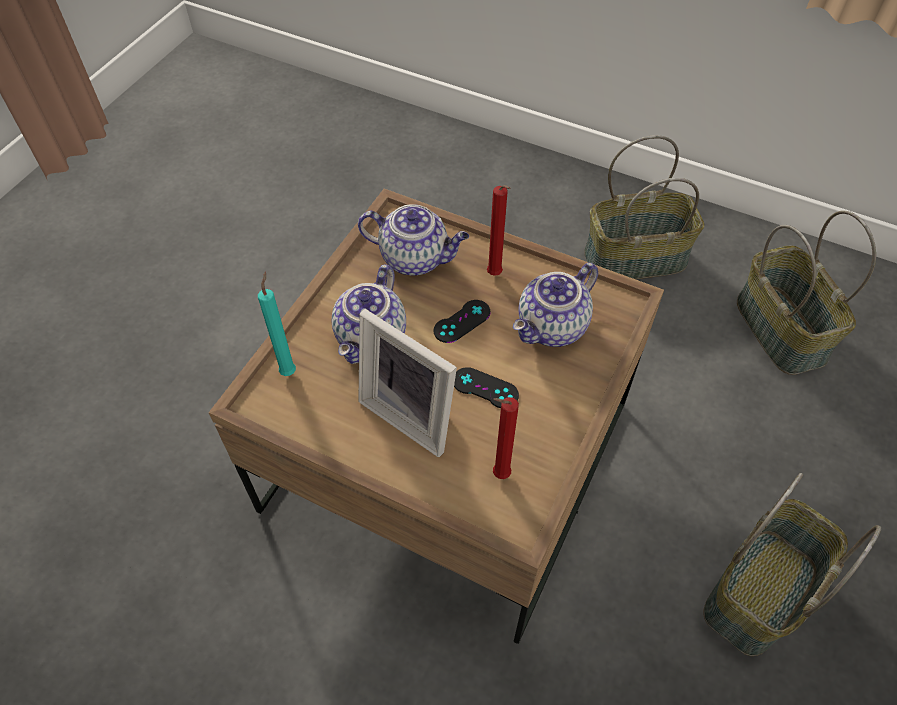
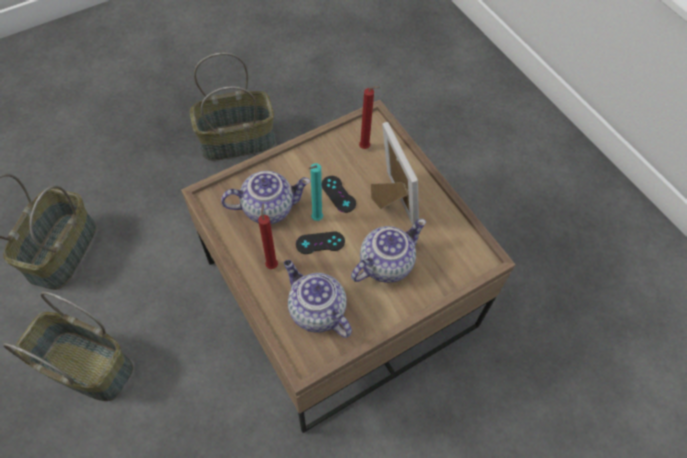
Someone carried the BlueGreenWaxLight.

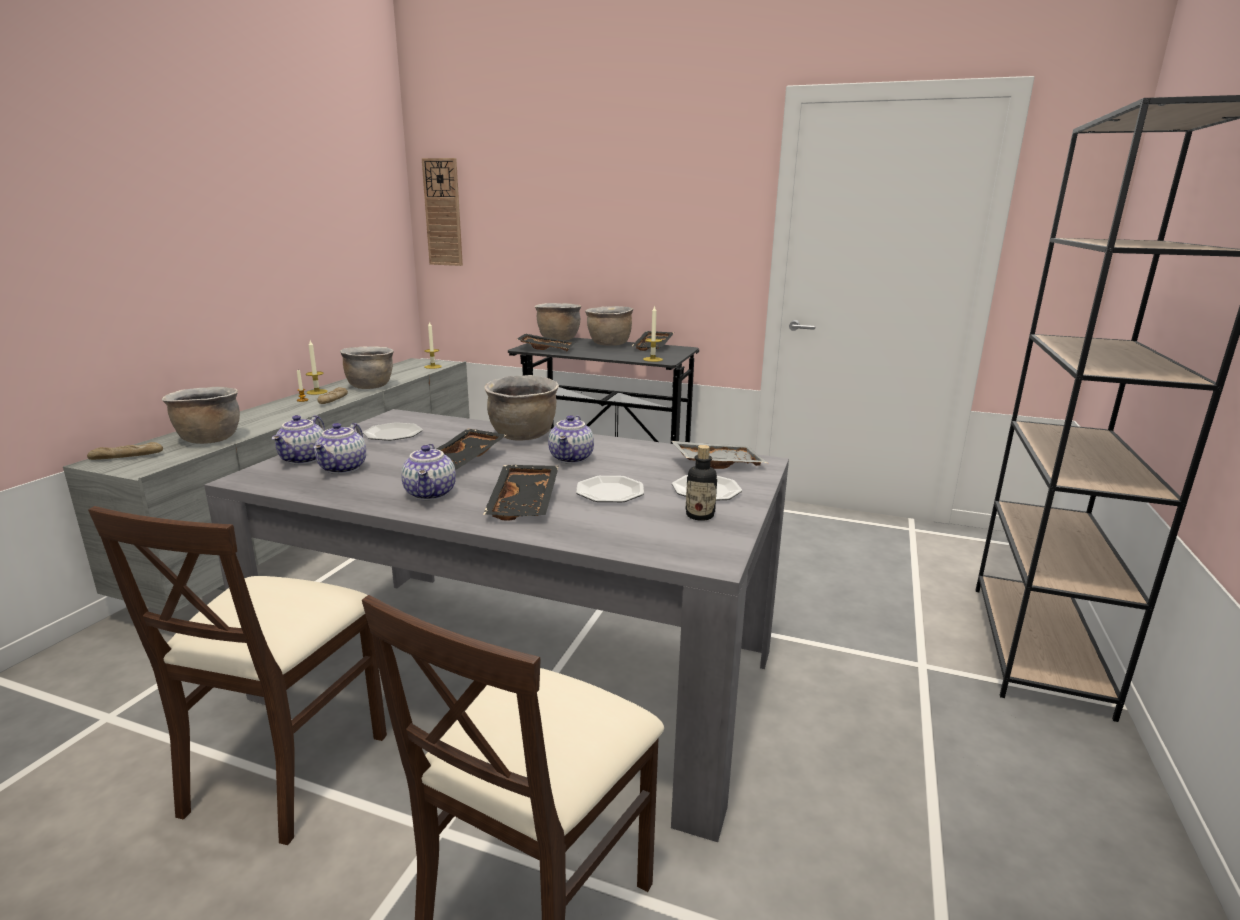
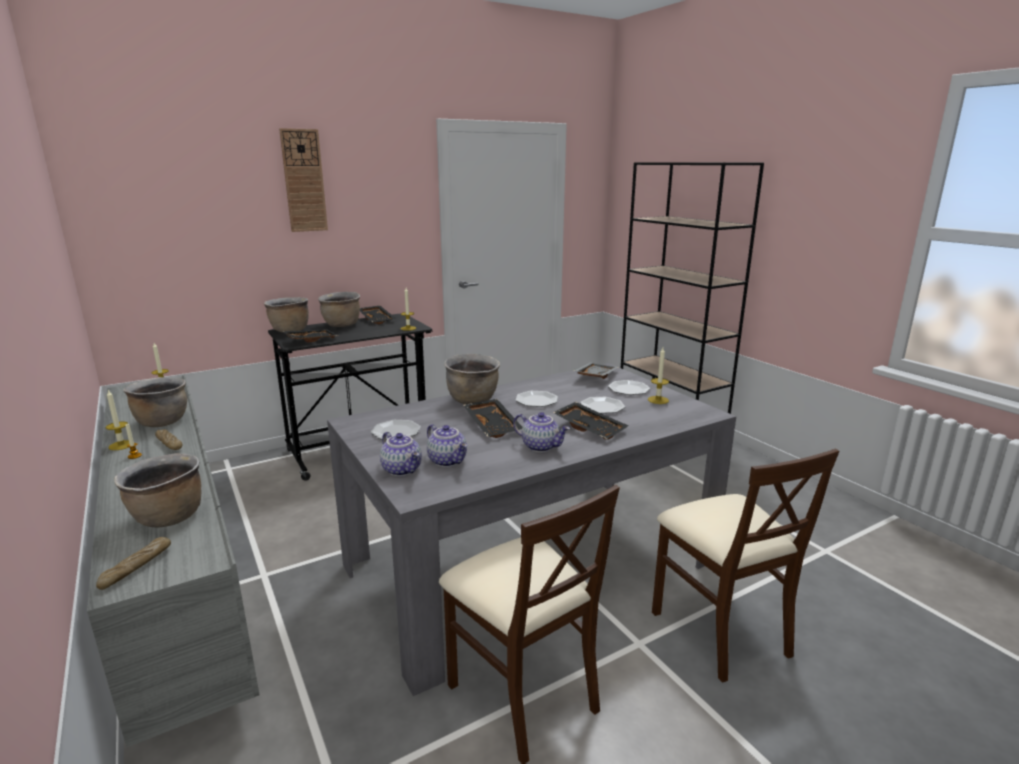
Someone carried the WallClock.
Someone swapped the PotForTea (4th from left) for the FlatDish (2nd from left).
Someone swapped the BeverageBottle for the WaxLight (5th from left).

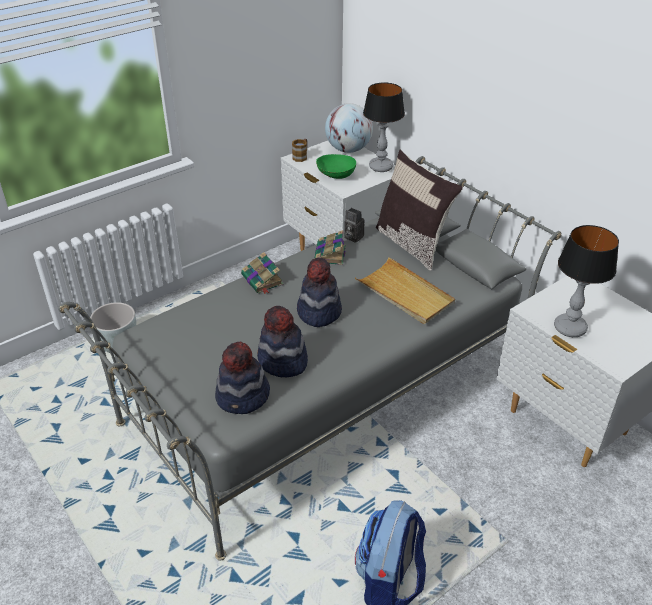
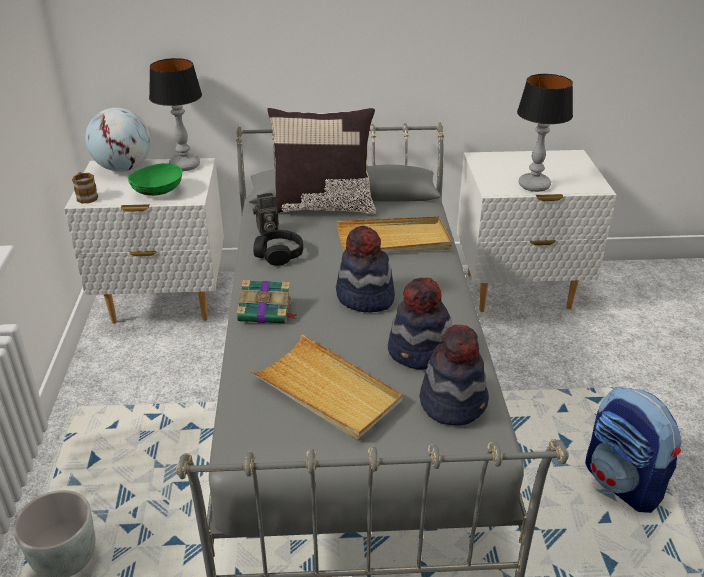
Someone swapped the Book (2nd from left) for the BlackColouredHeadphones.
Someone put down the BeigeColouredTray (1st from left).

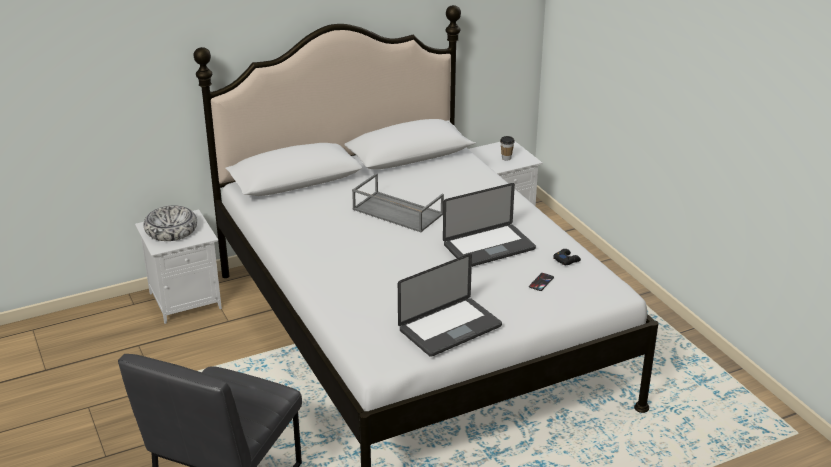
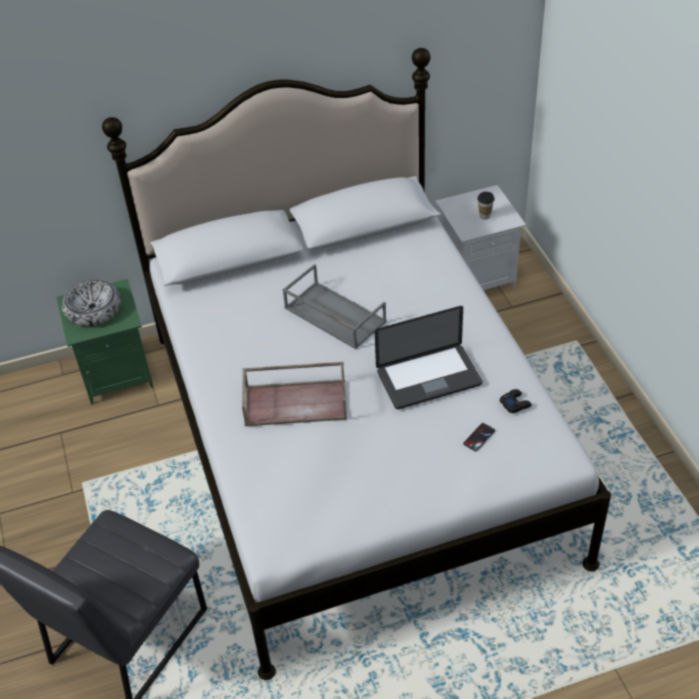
Someone repainted the GreyishNightTable (1st from left), which became the GreenishNightTable.
Someone took away the NotebookComputer (1st from left).
Someone put down the BrownColouredTray.

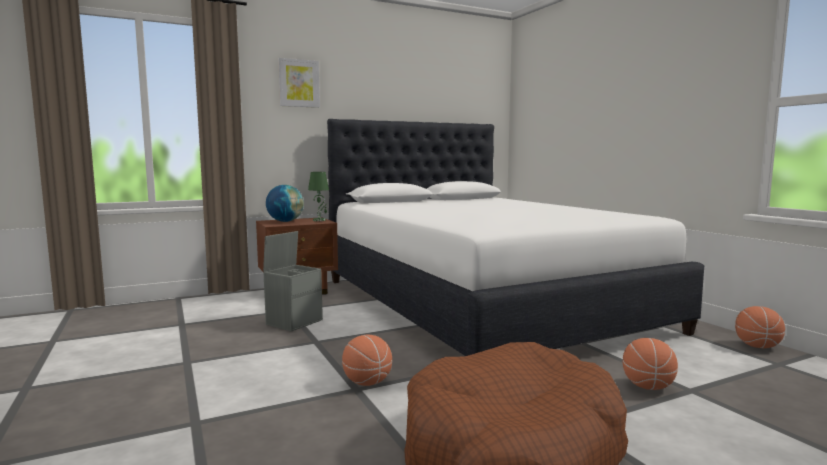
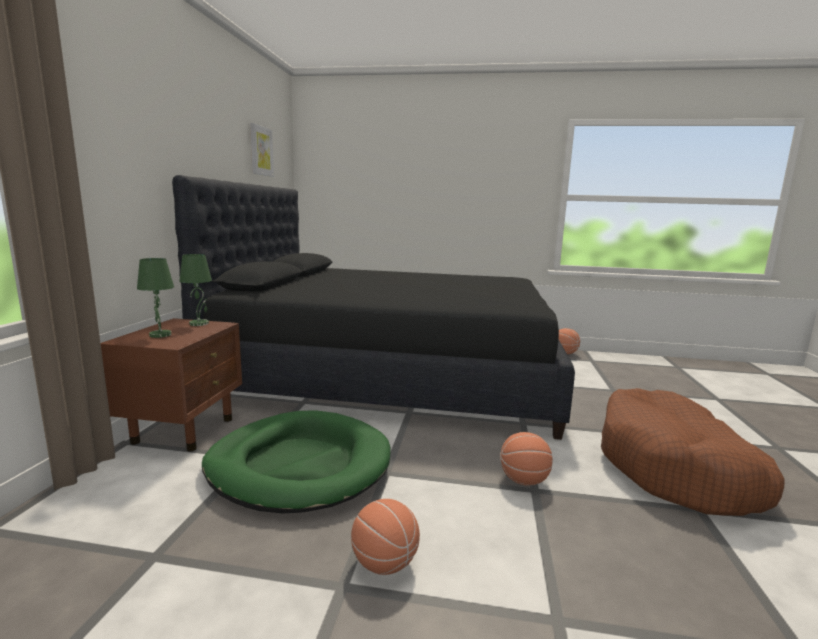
Someone carried the Picture.
Someone repainted the WhitishBed, which became the BlackColouredBed.
Someone swapped the Globe for the GreenishLampForATable (1st from left).
Someone swapped the GreyishStorageBox for the GreenishDogBed.
Someone carried the Basketball (2nd from left in the first image).

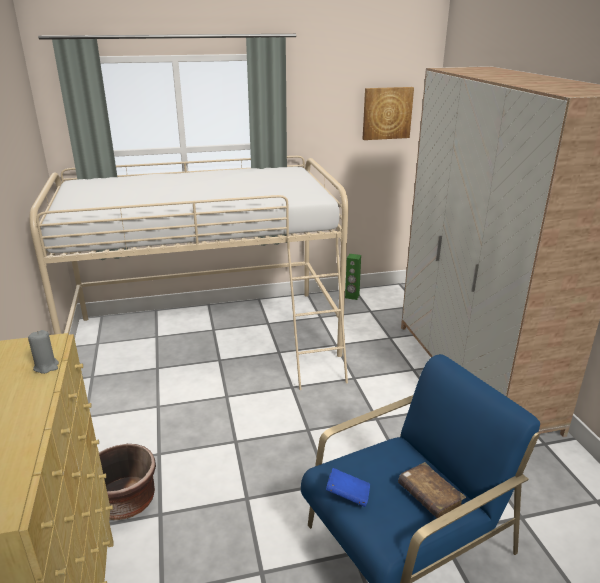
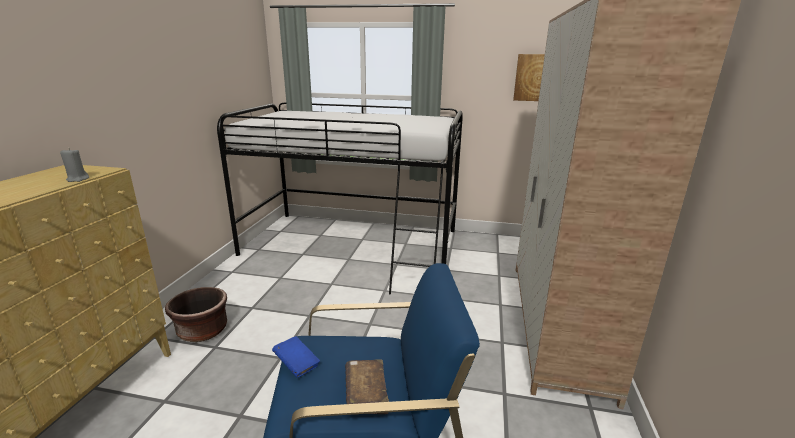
Someone repainted the BeigeColouredBed, which became the BlackColouredBed.
Someone took away the GreenishAudioSpeaker.

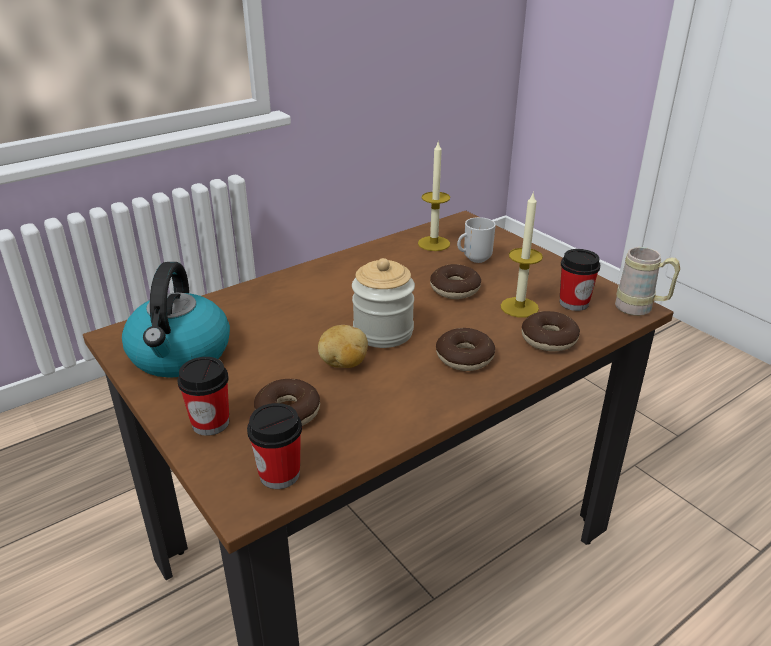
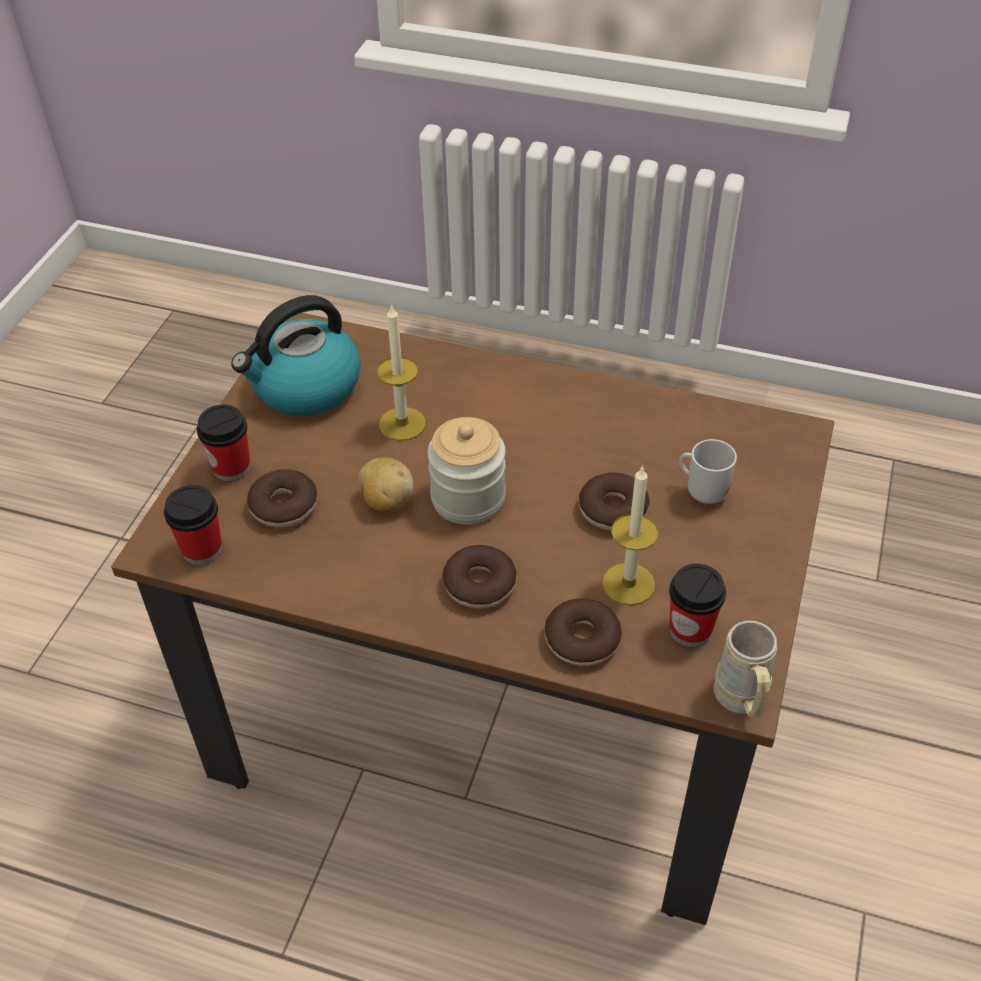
Someone carried the WaxLight (1st from left).

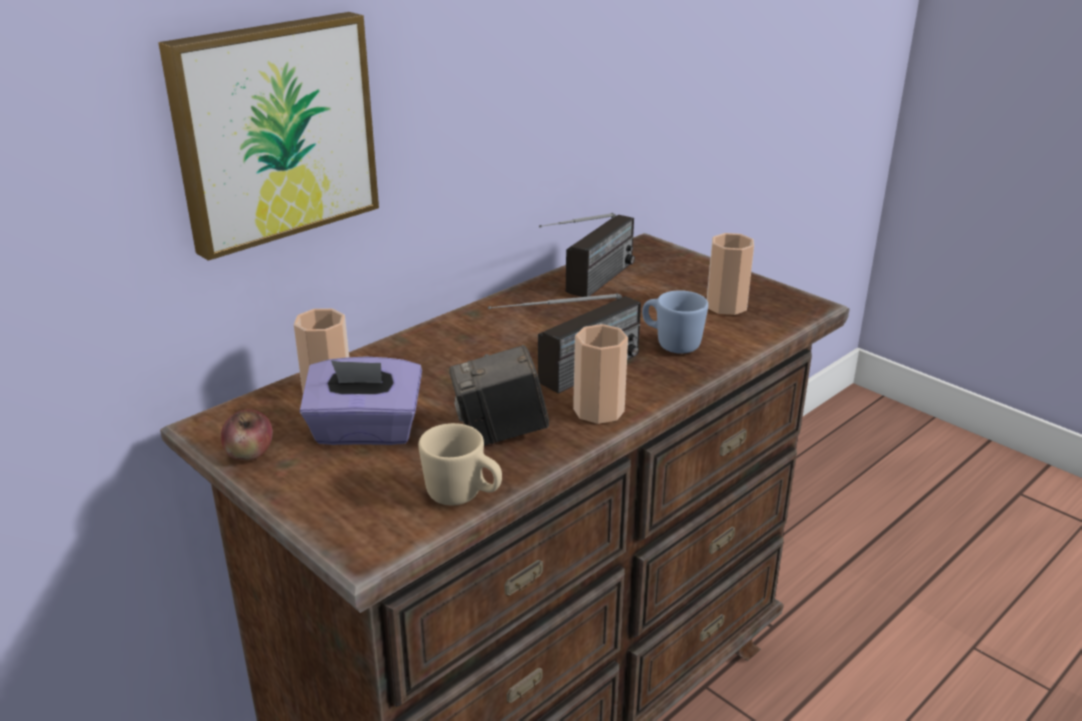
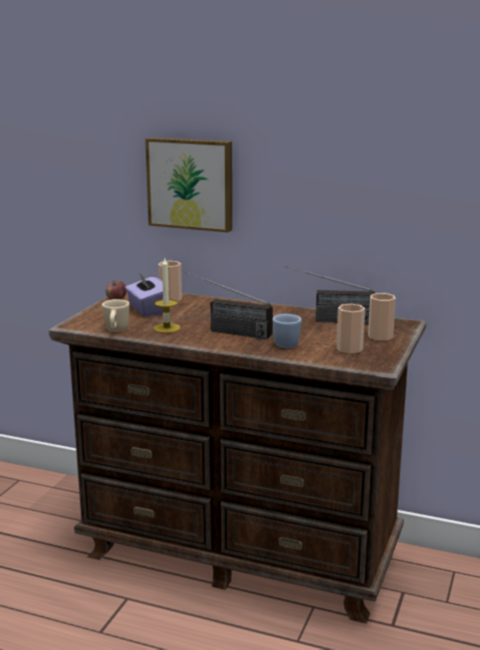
Someone carried the Cup (2nd from left in the first image).
Someone swapped the PhotoCamera for the WaxLight.

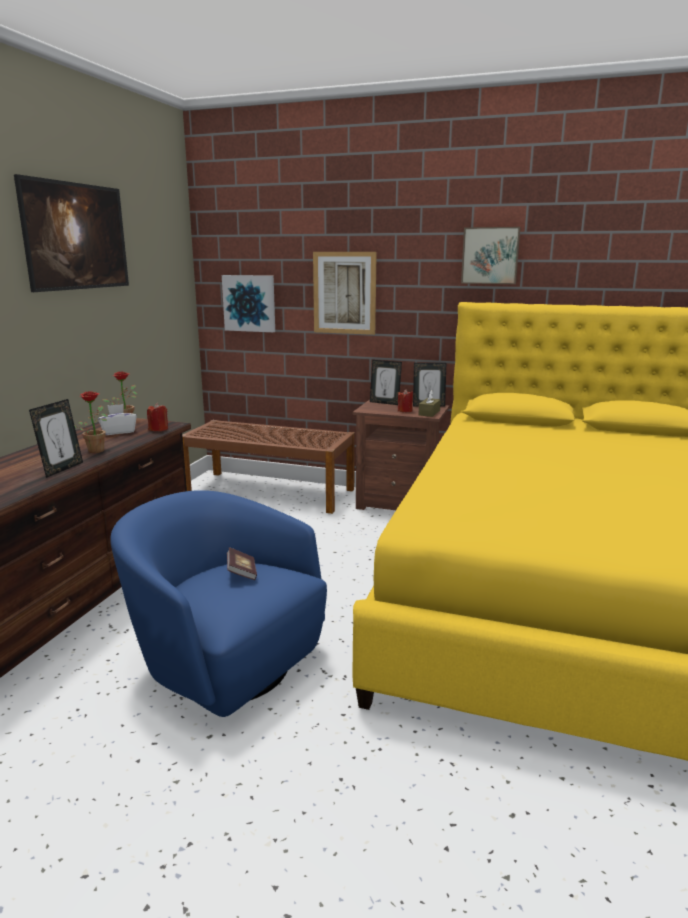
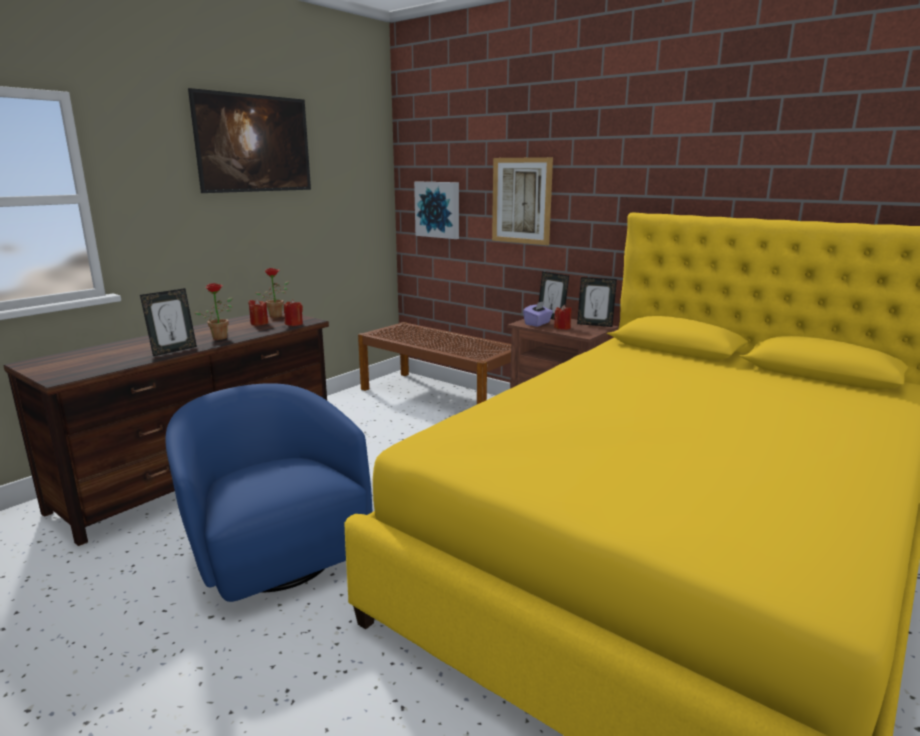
Someone took away the Picture (4th from left).
Someone took away the BrownColouredTissueHolder.
Someone swapped the WhitishTissueHolder for the RedColouredWaxLight (1st from left).
Someone took away the Book.
Someone put down the PurpleColouredTissueHolder.

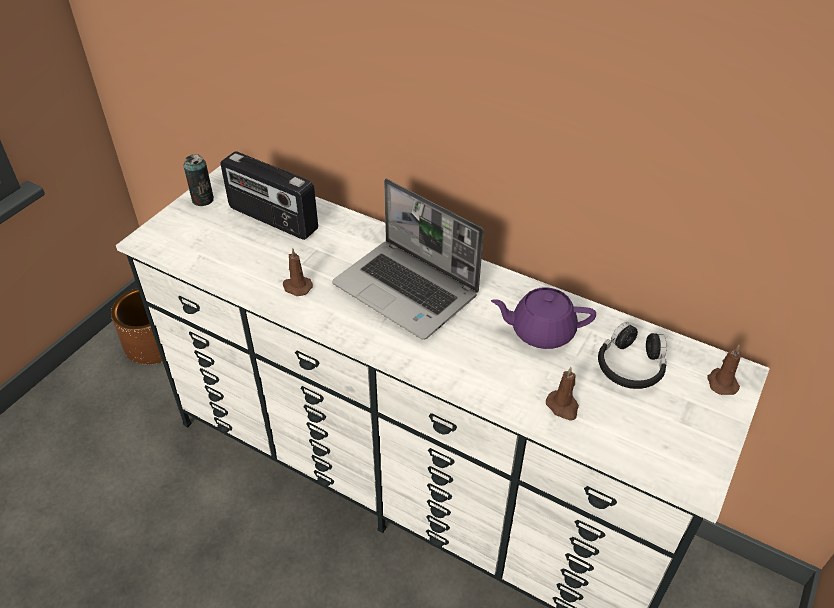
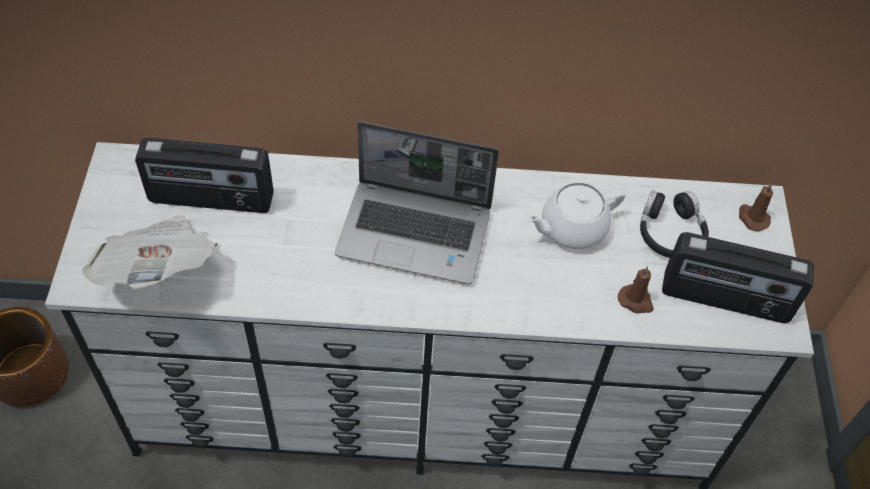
Someone took away the SealedCan.
Someone took away the BrownColouredWaxLight (1st from left).
Someone repainted the PurpleColouredPotForTea, which became the WhitishPotForTea.
Someone put down the DailyPaper.
Someone put down the RadioSet (2nd from left).

